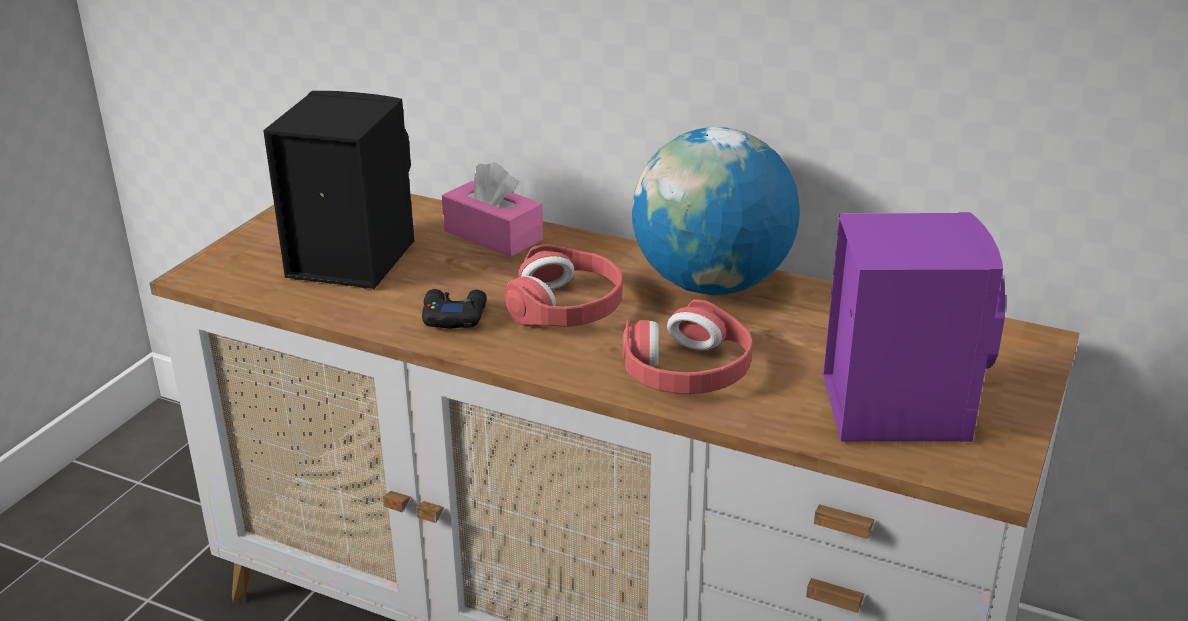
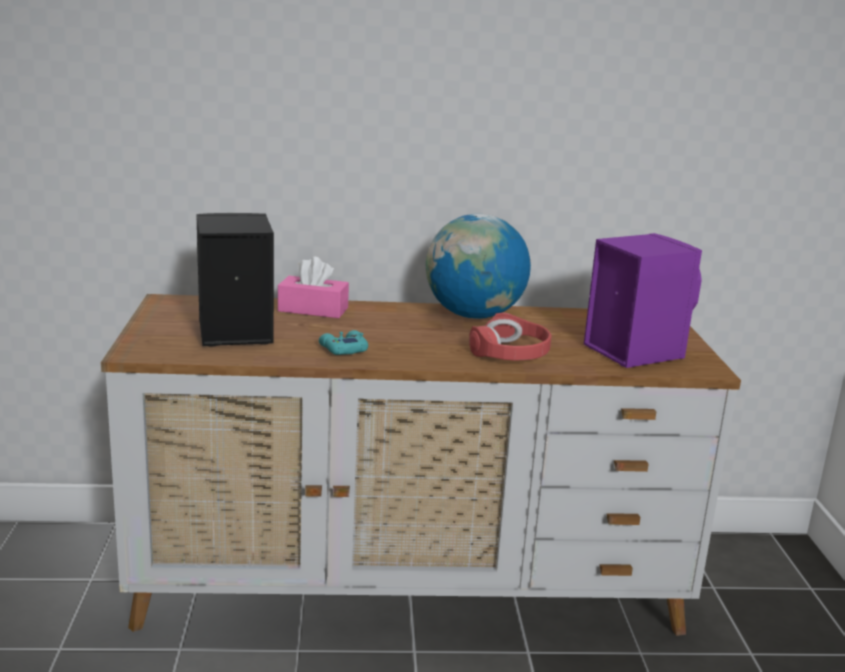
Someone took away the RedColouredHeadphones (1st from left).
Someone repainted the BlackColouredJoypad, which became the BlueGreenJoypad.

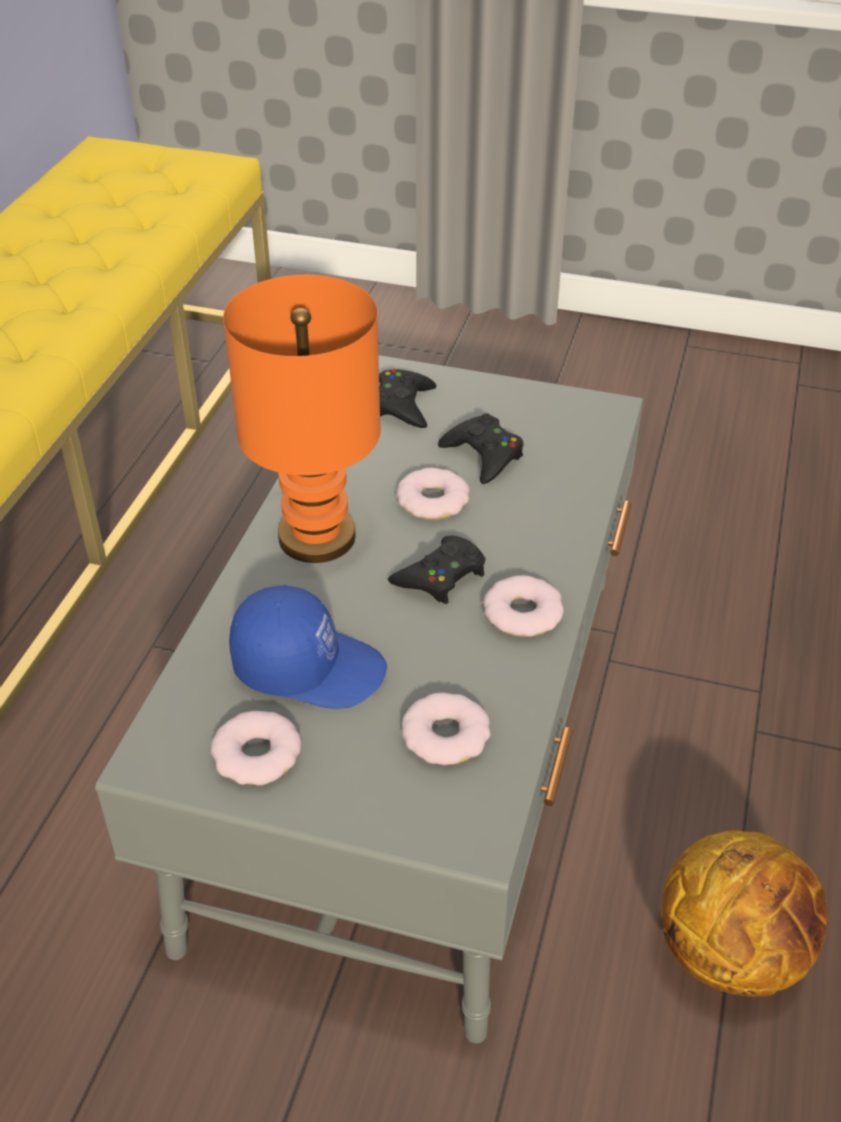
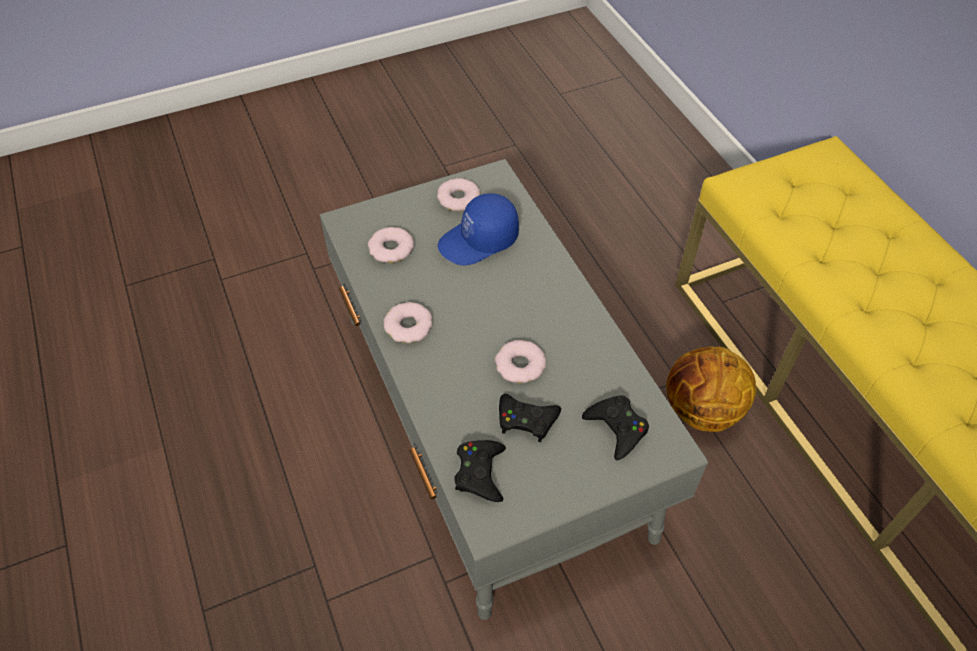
Someone took away the OrangeLampForATable.
Someone carried the BlackColouredJoypad (2nd from left in the first image).
Someone carried the Basketball.

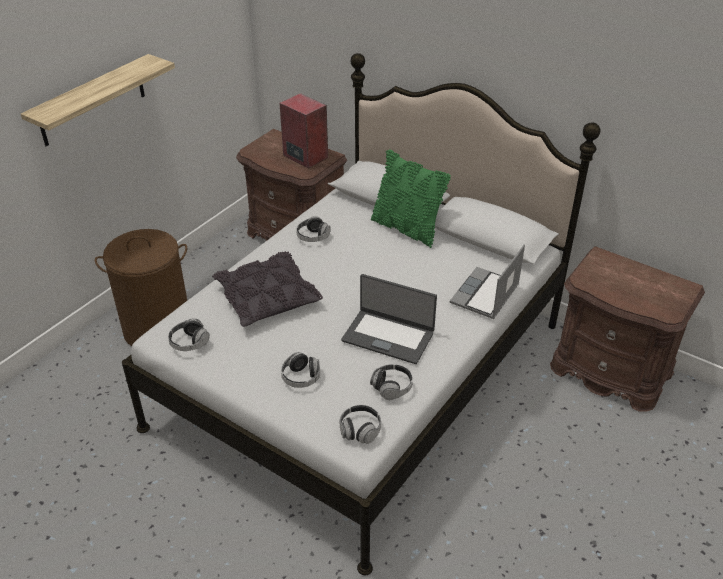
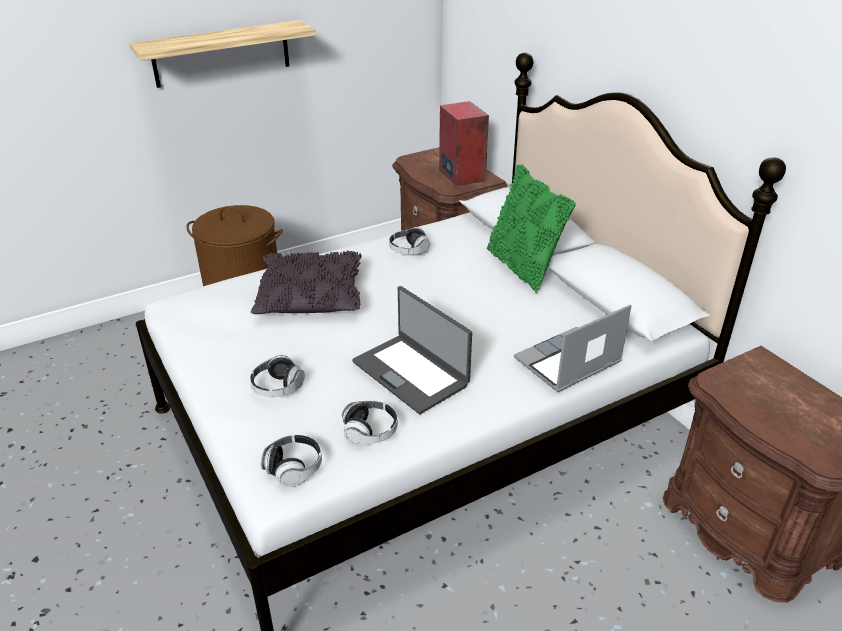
Someone took away the Headphones (1st from left).

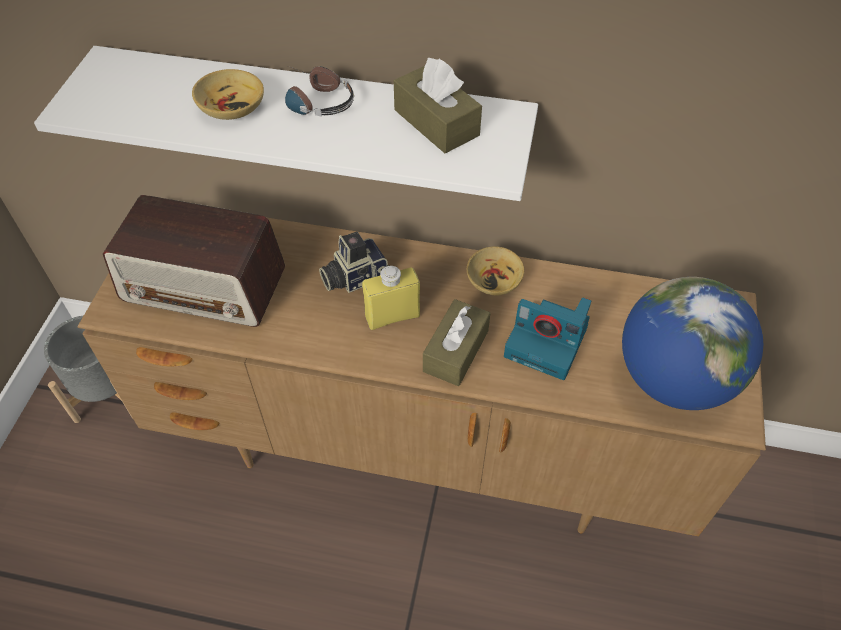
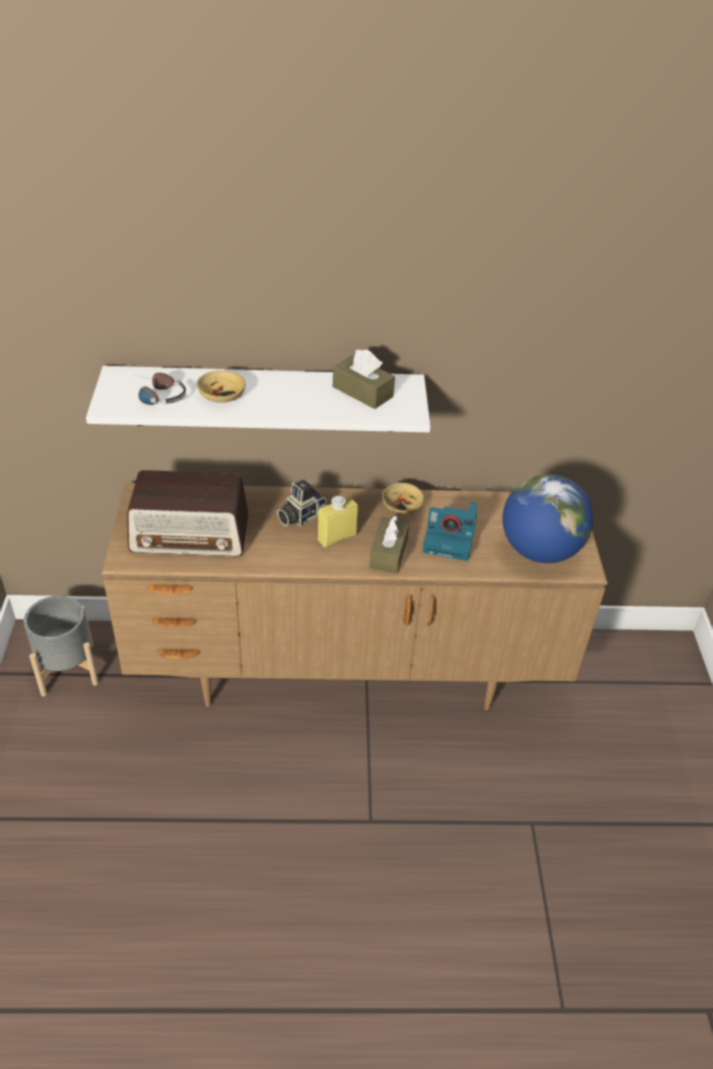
Someone carried the Headphones.

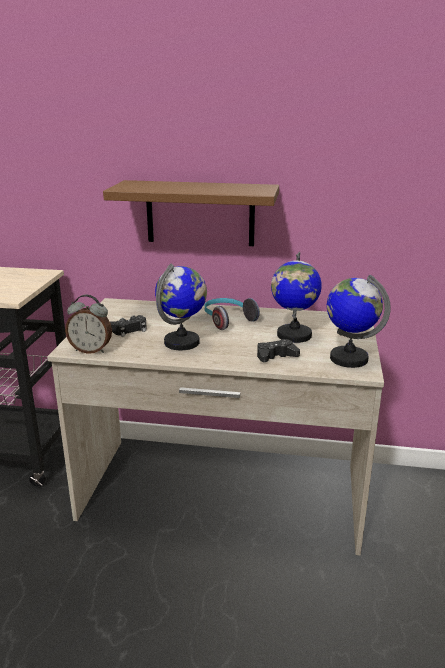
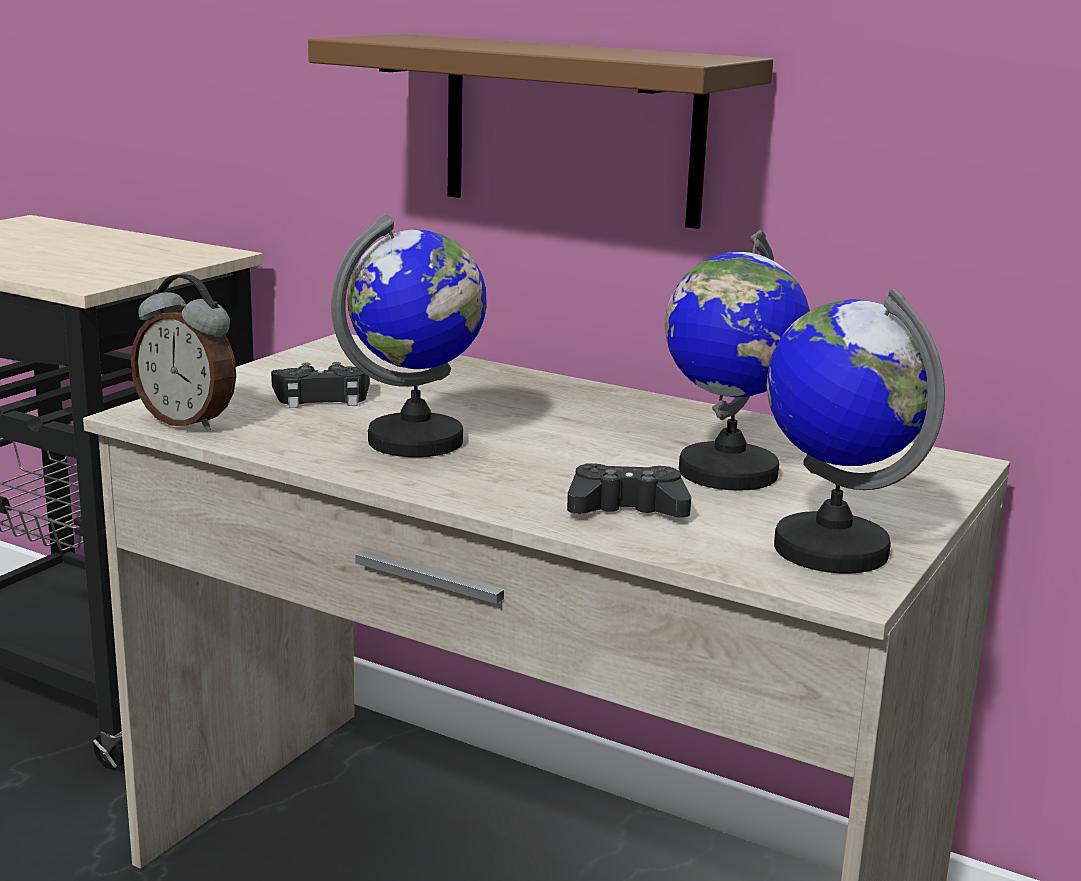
Someone took away the Headphones.

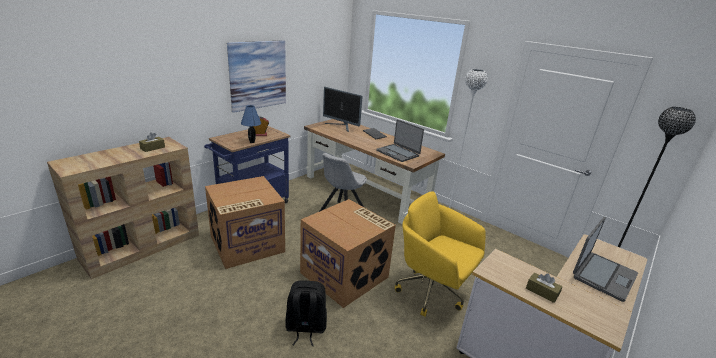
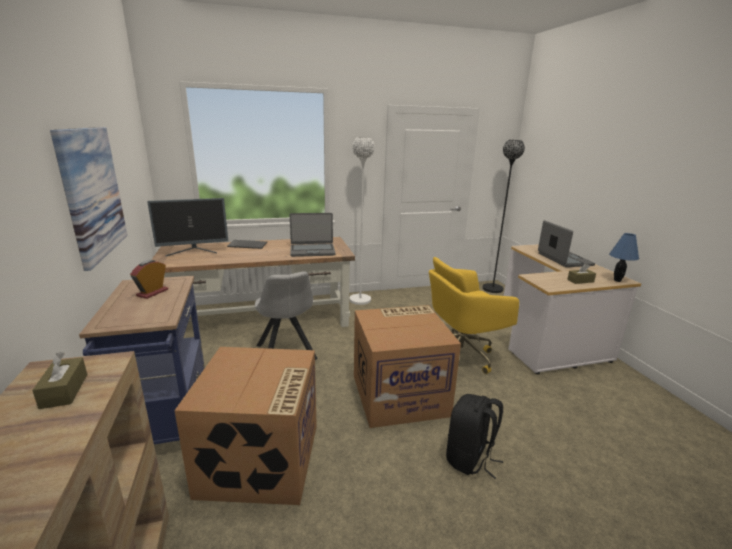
Someone carried the BlueLampForATable.

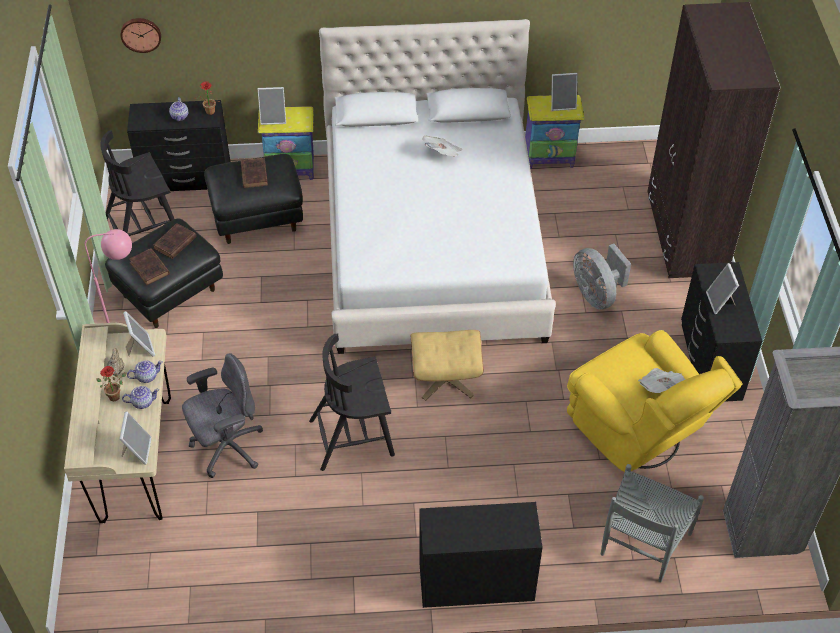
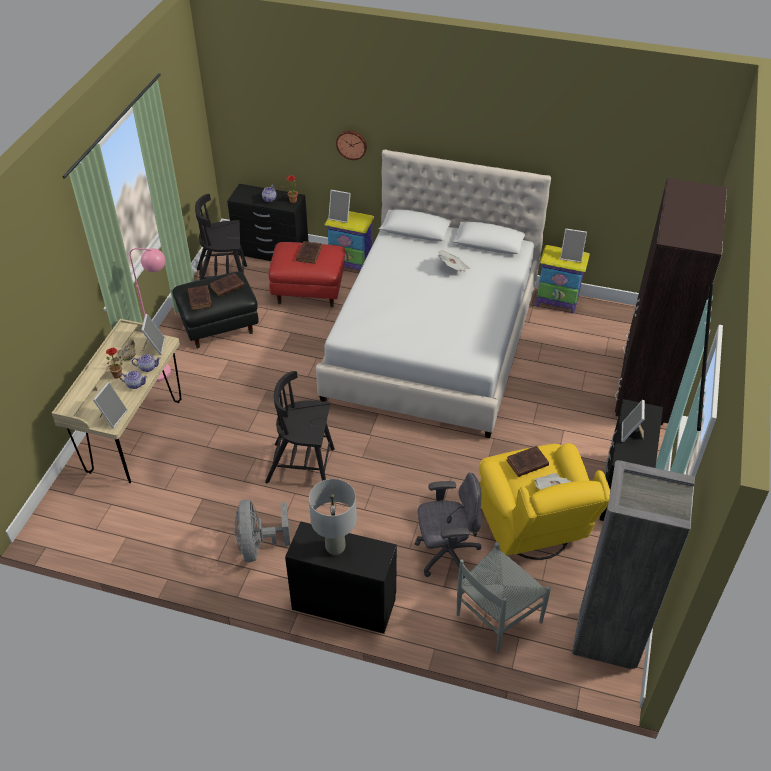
Someone carried the WallClock.
Someone repainted the BlackColouredOttoman (2nd from left), which became the RedColouredOttoman.
Someone carried the GreyishFan.
Someone took away the BeigeColouredOttoman.
Someone carried the GreyishOfficeChair.
Someone put down the BrownColouredBook (4th from left).
Someone put down the GreyishLampForATable.

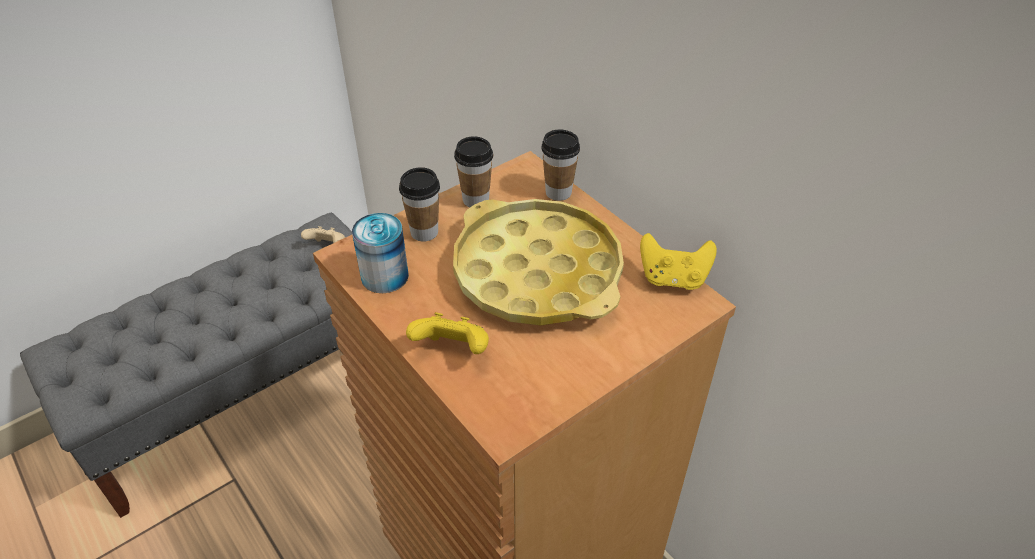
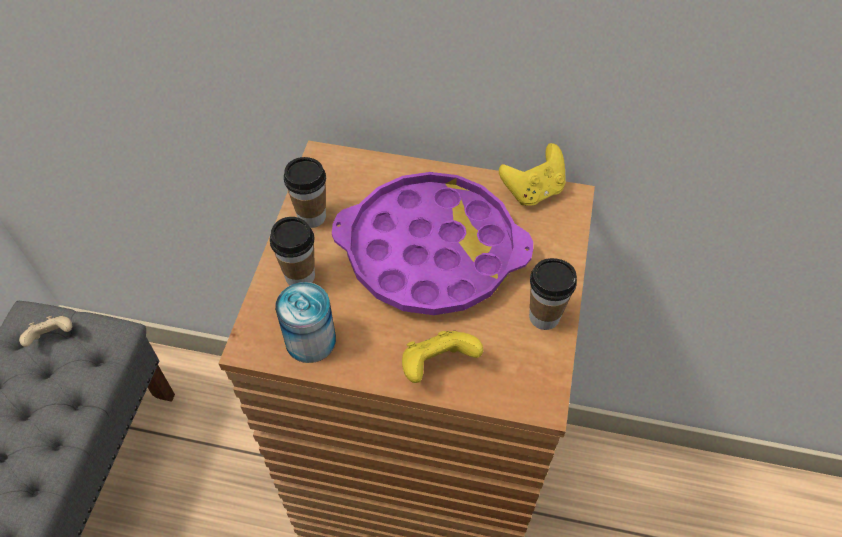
Someone carried the Cup (3rd from left).
Someone repainted the YellowishTray, which became the PurpleColouredTray.

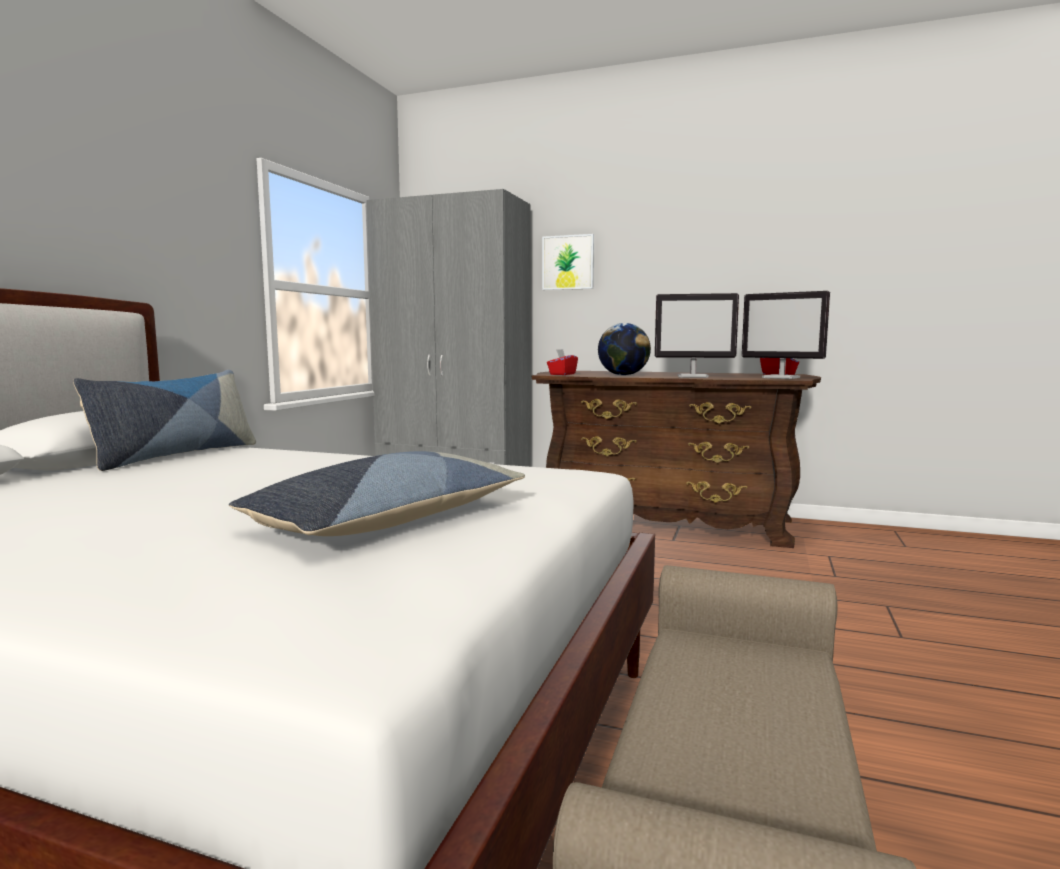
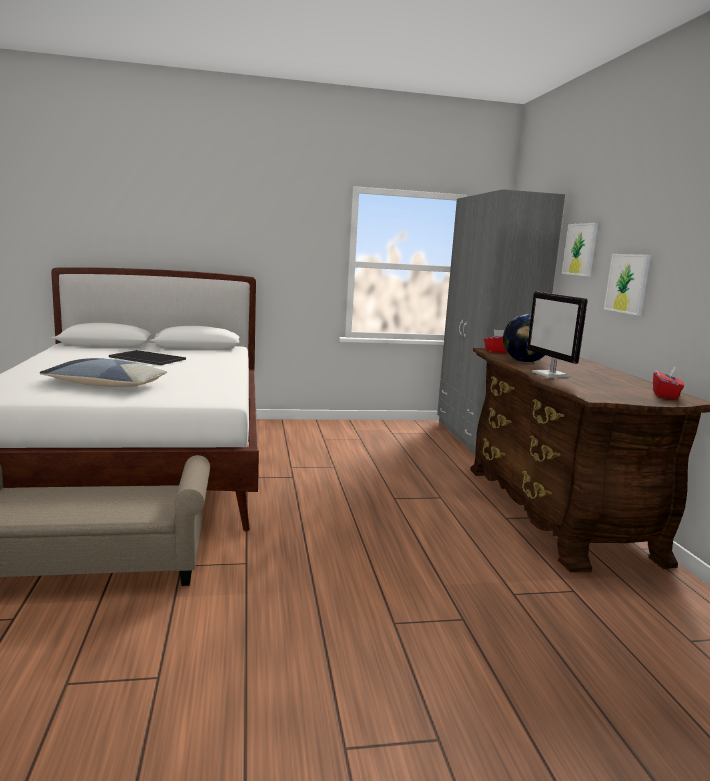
Someone took away the ComputerDisplay (2nd from left).
Someone took away the ThrowPillow (1st from left).
Someone put up the Picture (2nd from left).
Someone put down the Tray.

